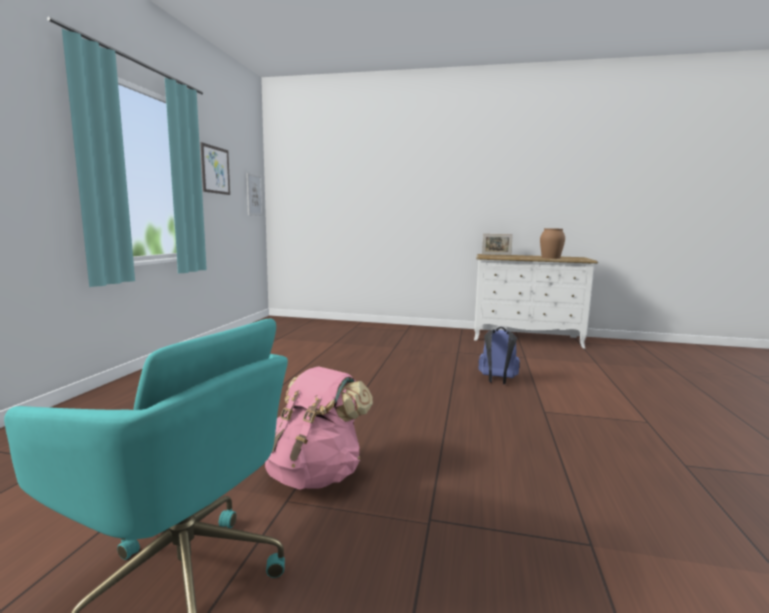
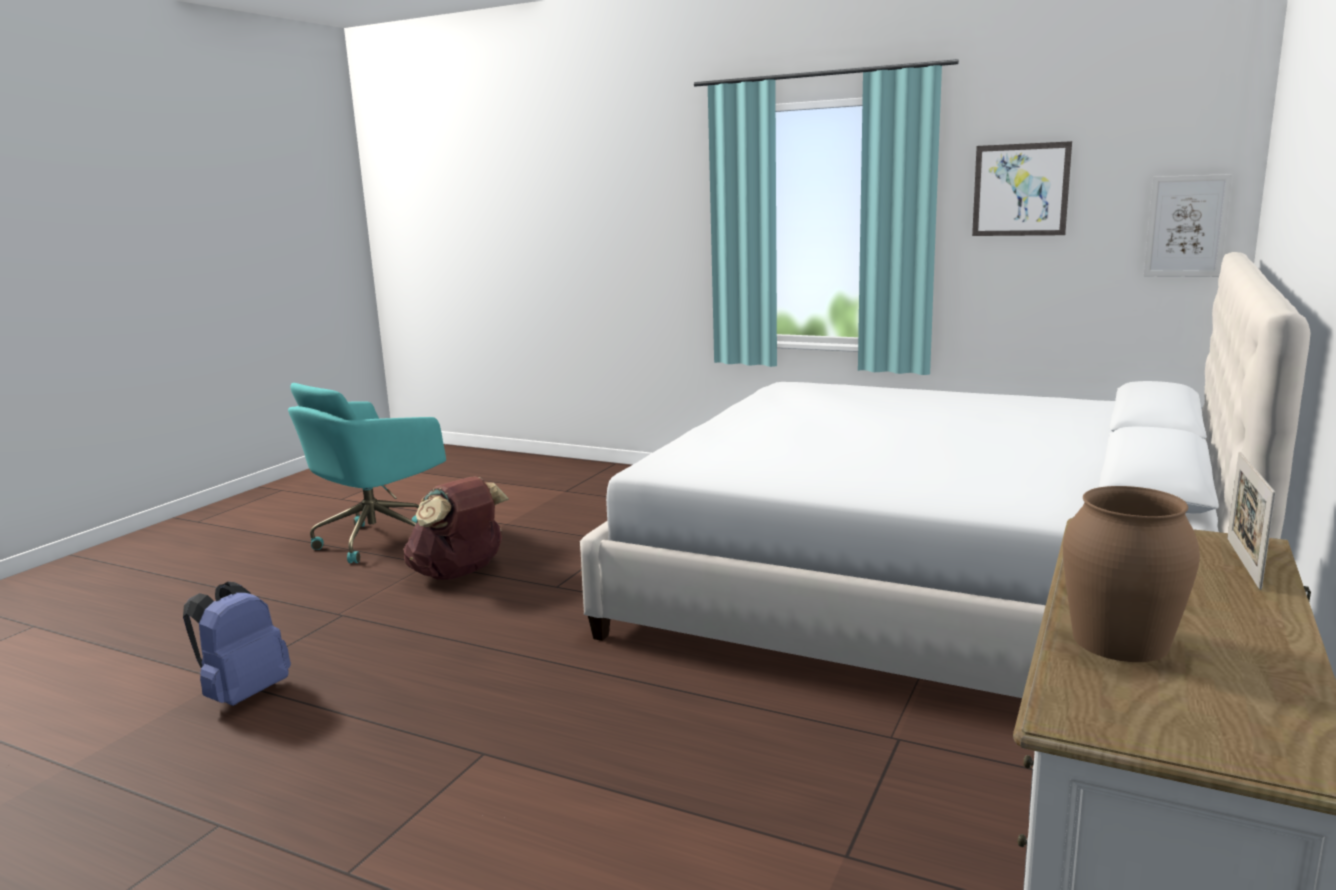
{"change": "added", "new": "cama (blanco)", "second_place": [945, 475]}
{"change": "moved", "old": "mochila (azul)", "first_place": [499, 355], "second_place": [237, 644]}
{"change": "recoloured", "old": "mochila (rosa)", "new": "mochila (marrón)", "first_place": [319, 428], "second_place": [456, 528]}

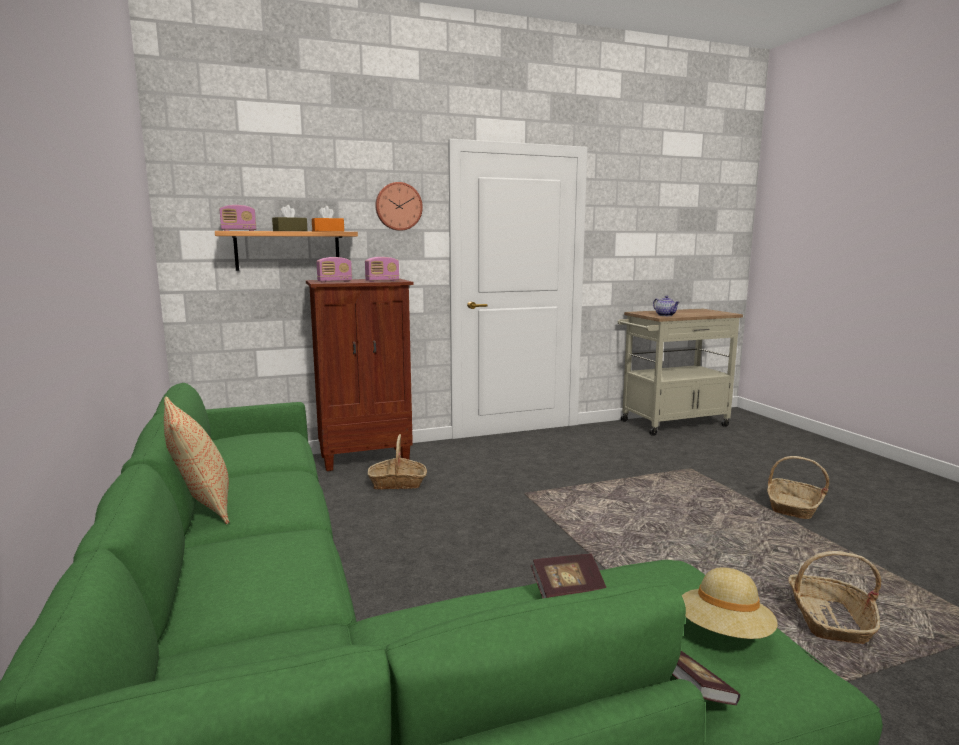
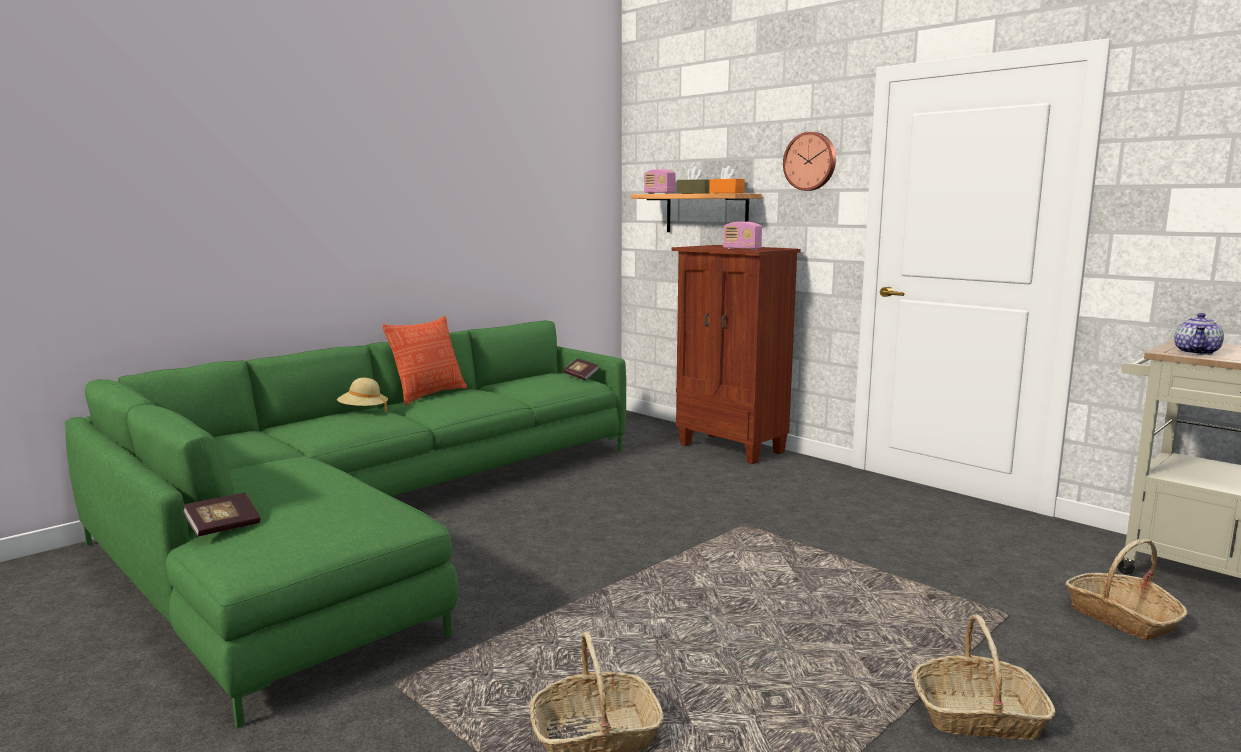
{"change": "removed", "old": "radio", "first_place": [334, 269]}
{"change": "moved", "old": "cesta", "first_place": [397, 462], "second_place": [1126, 589]}
{"change": "moved", "old": "libro", "first_place": [568, 576], "second_place": [581, 369]}
{"change": "moved", "old": "sombrero (beis)", "first_place": [730, 603], "second_place": [362, 395]}
{"change": "recoloured", "old": "cojín (beis)", "new": "cojín (naranja)", "first_place": [196, 460], "second_place": [424, 360]}

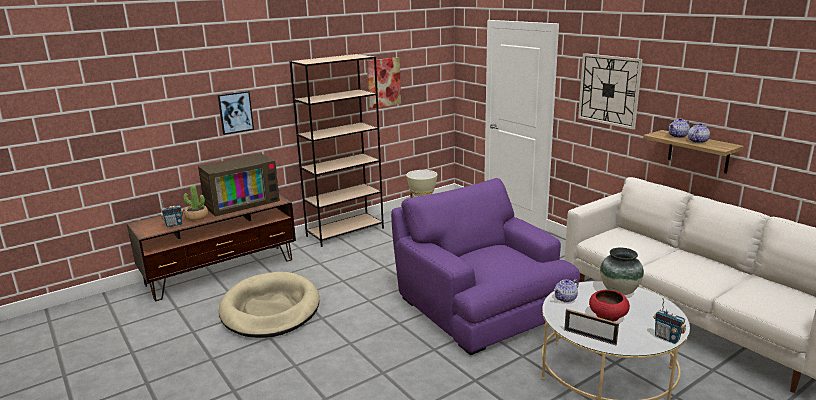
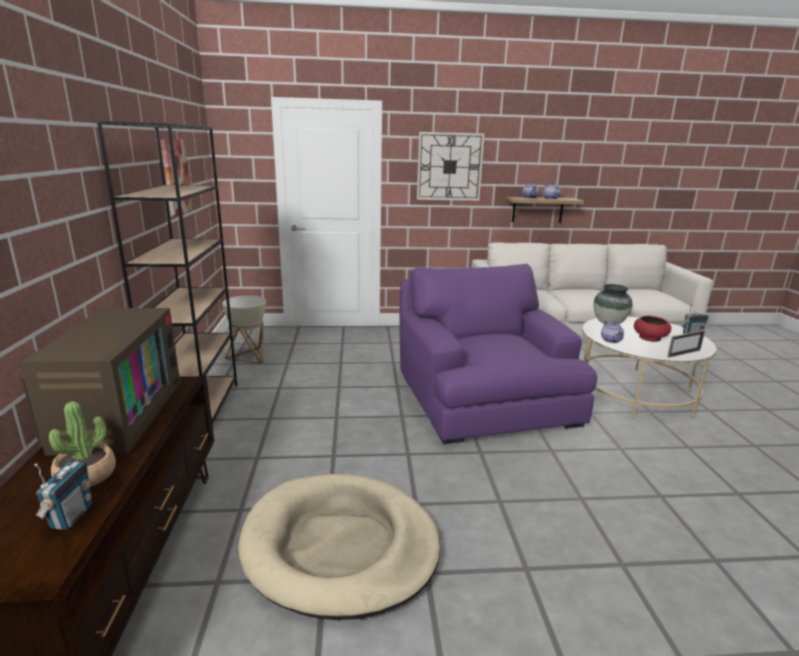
{"change": "removed", "old": "cuadro", "first_place": [236, 113]}
{"change": "turned", "old": "sillón (morado)", "first_place": [485, 266], "second_place": [498, 354], "degrees": 75}

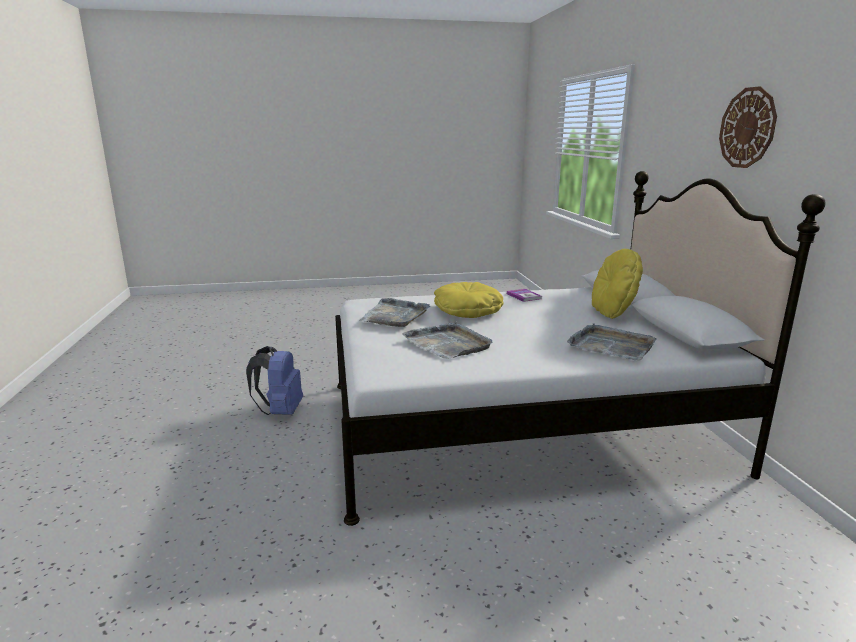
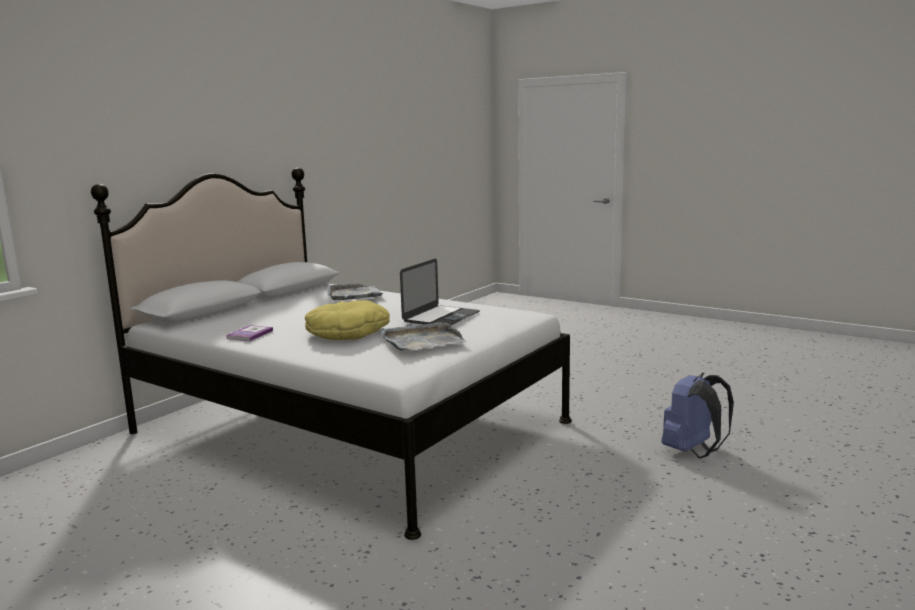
{"change": "removed", "old": "cojín (amarillo)", "first_place": [617, 284]}
{"change": "removed", "old": "reloj de pared", "first_place": [748, 127]}
{"change": "moved", "old": "mochila (azul)", "first_place": [274, 380], "second_place": [697, 415]}
{"change": "replaced", "old": "bandeja (gris)", "new": "portátil", "first_place": [447, 340], "second_place": [440, 292]}

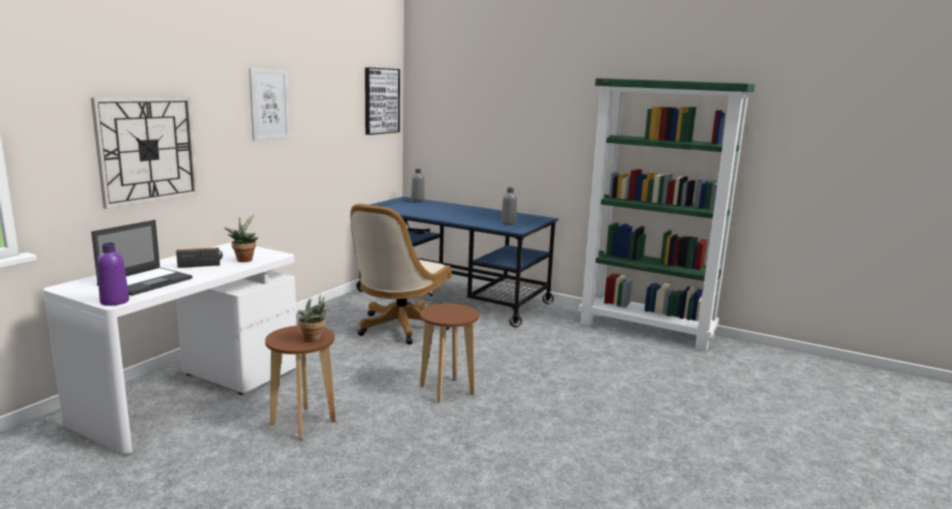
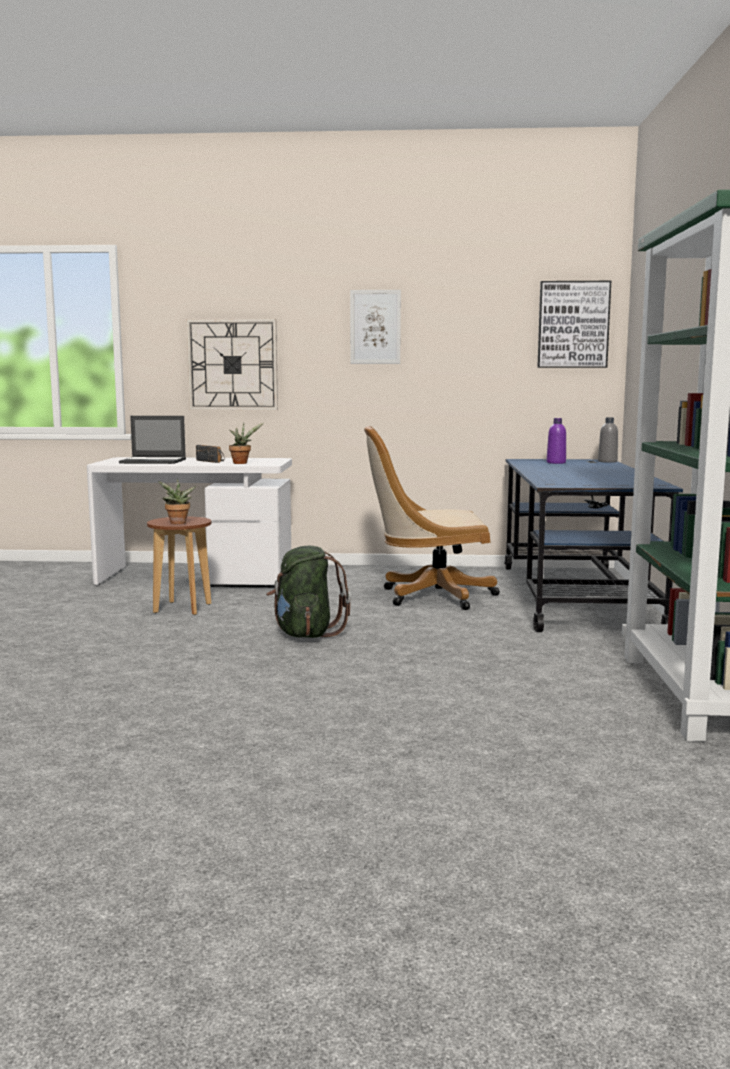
{"change": "removed", "old": "botella (gris)", "first_place": [509, 206]}
{"change": "moved", "old": "botella (morado)", "first_place": [113, 274], "second_place": [556, 441]}
{"change": "replaced", "old": "taburete (marrón)", "new": "mochila (verde)", "first_place": [449, 353], "second_place": [308, 592]}

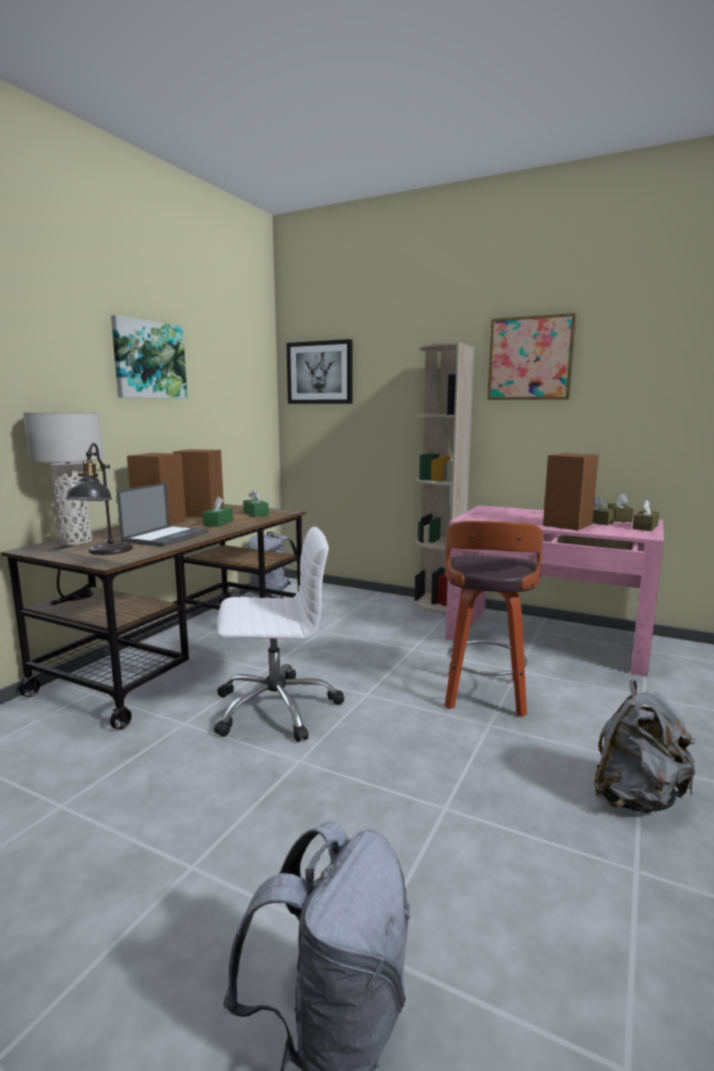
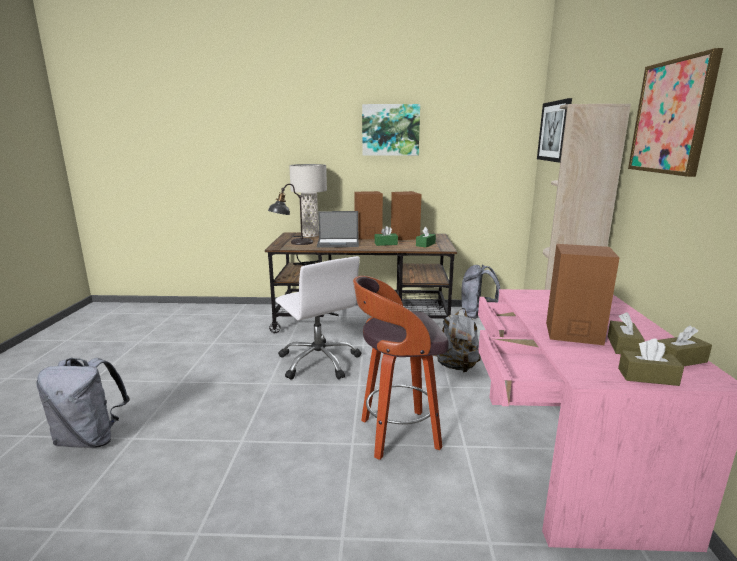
{"change": "moved", "old": "mochila (gris)", "first_place": [645, 746], "second_place": [457, 340]}

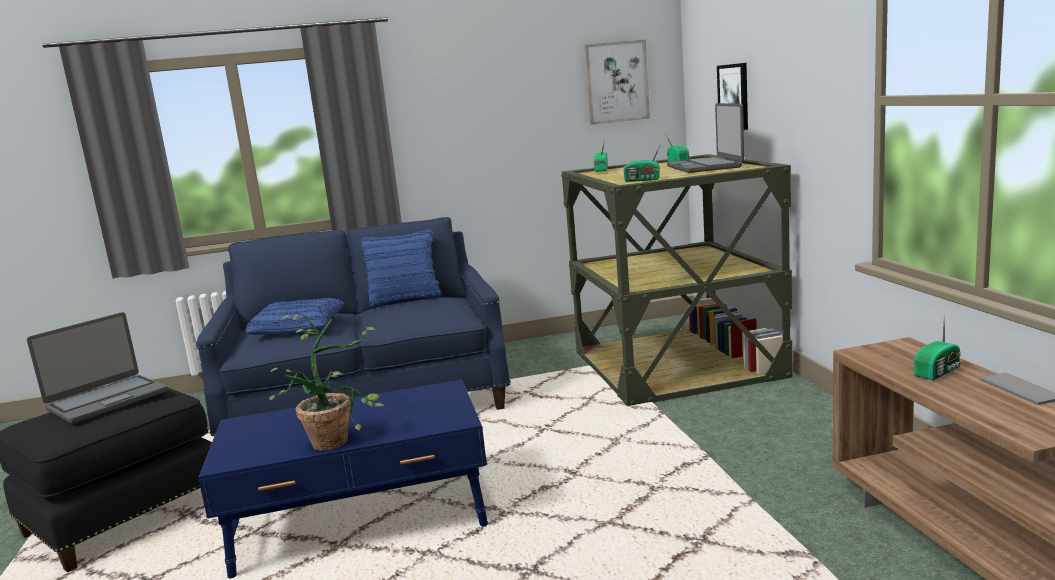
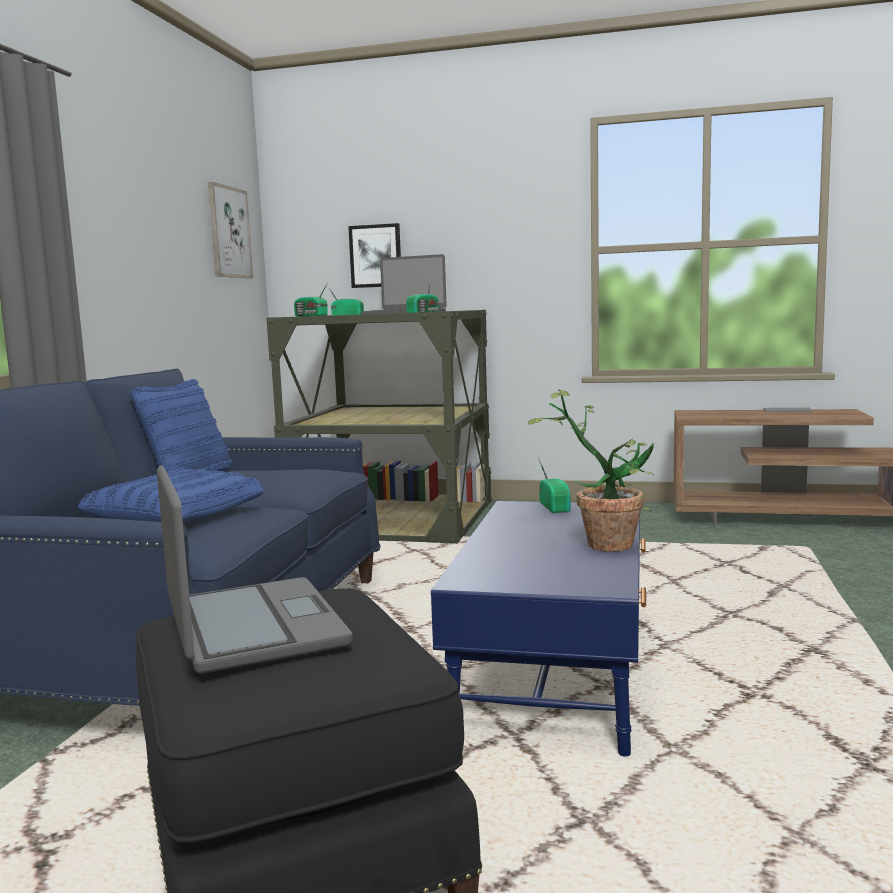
{"change": "moved", "old": "radio", "first_place": [937, 347], "second_place": [554, 484]}

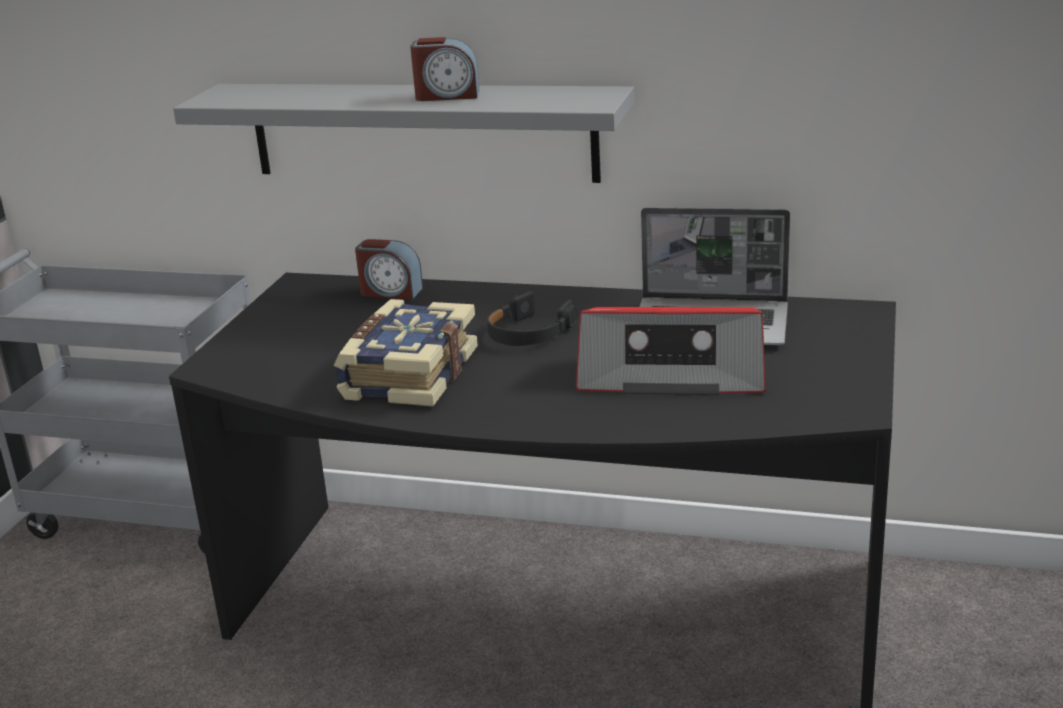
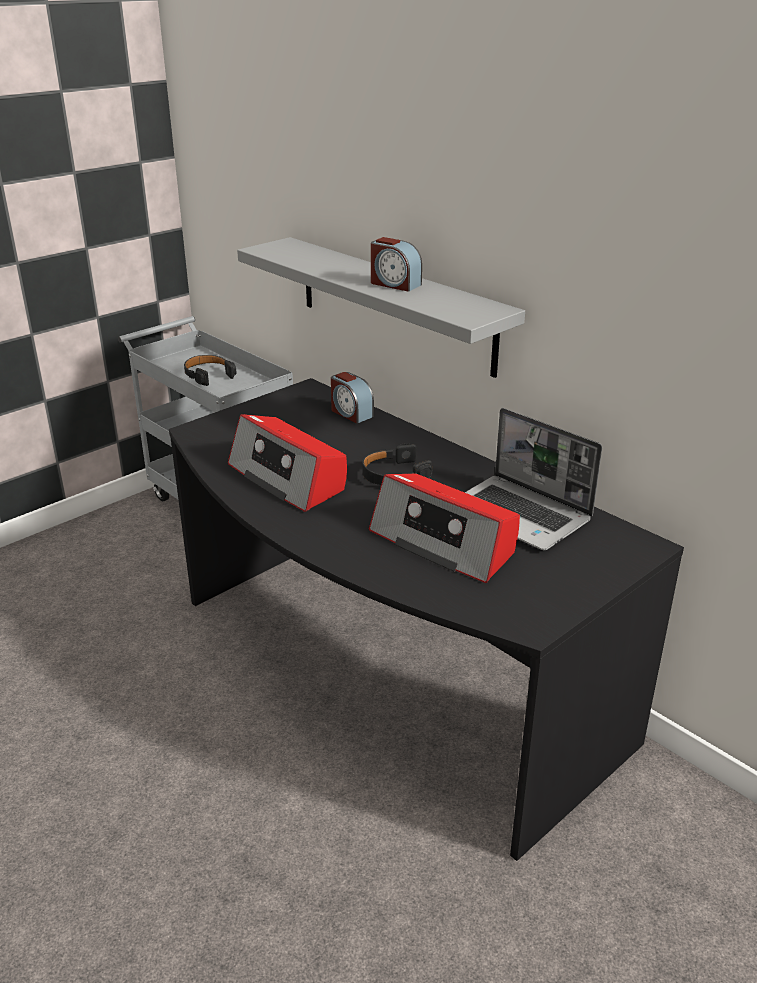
{"change": "added", "new": "auriculares (negro)", "second_place": [210, 370]}
{"change": "replaced", "old": "libro", "new": "radio", "first_place": [406, 353], "second_place": [287, 463]}

